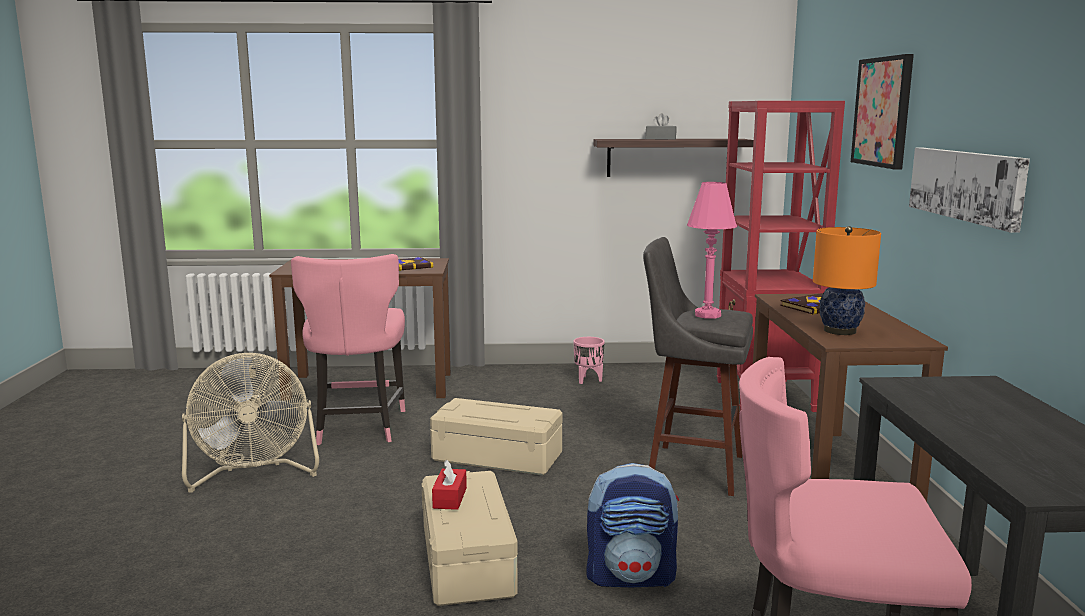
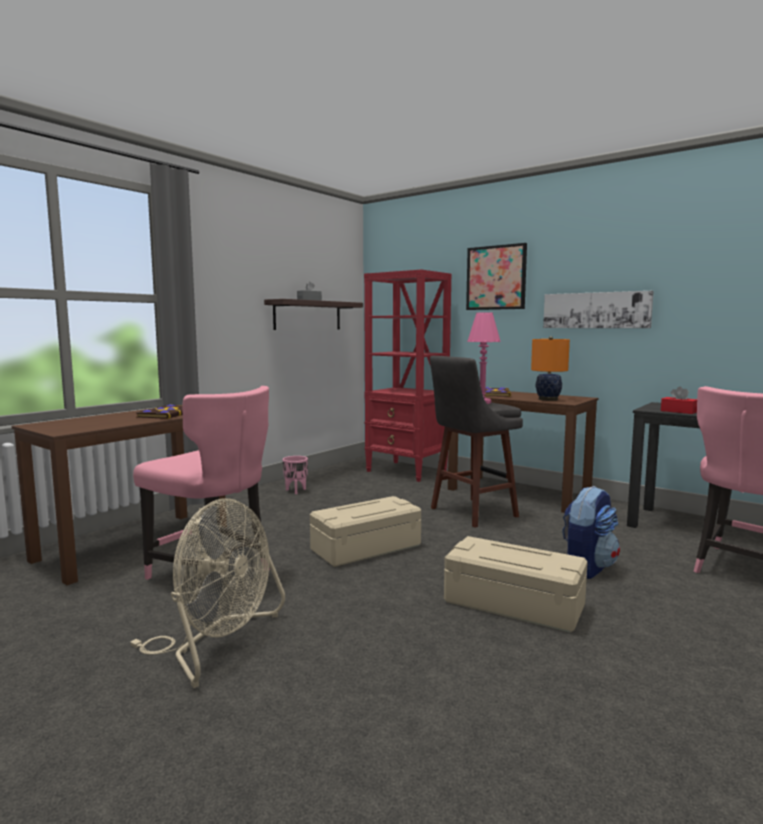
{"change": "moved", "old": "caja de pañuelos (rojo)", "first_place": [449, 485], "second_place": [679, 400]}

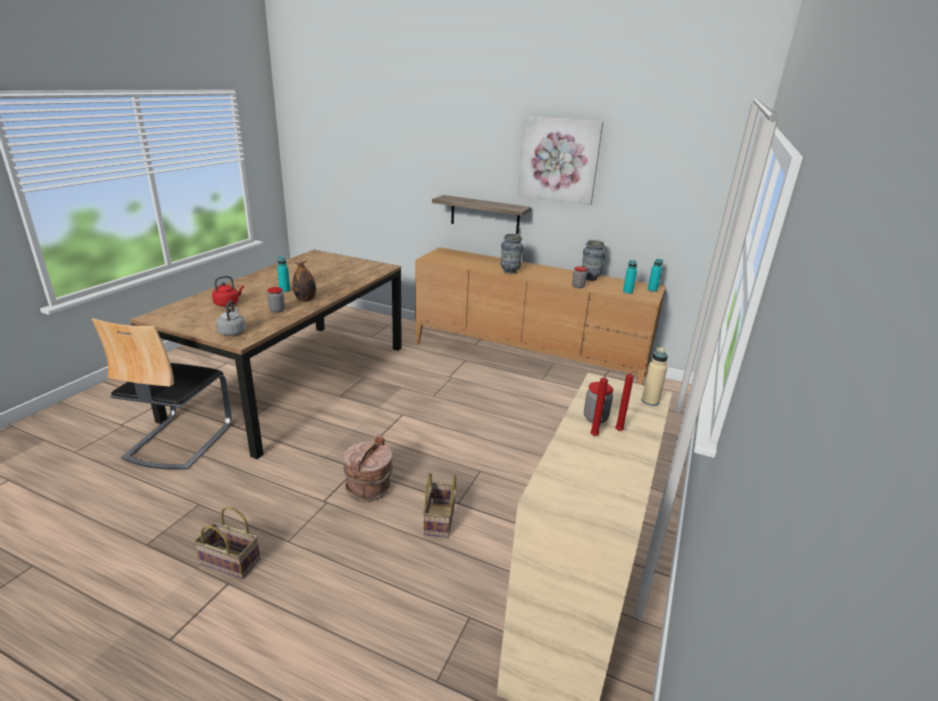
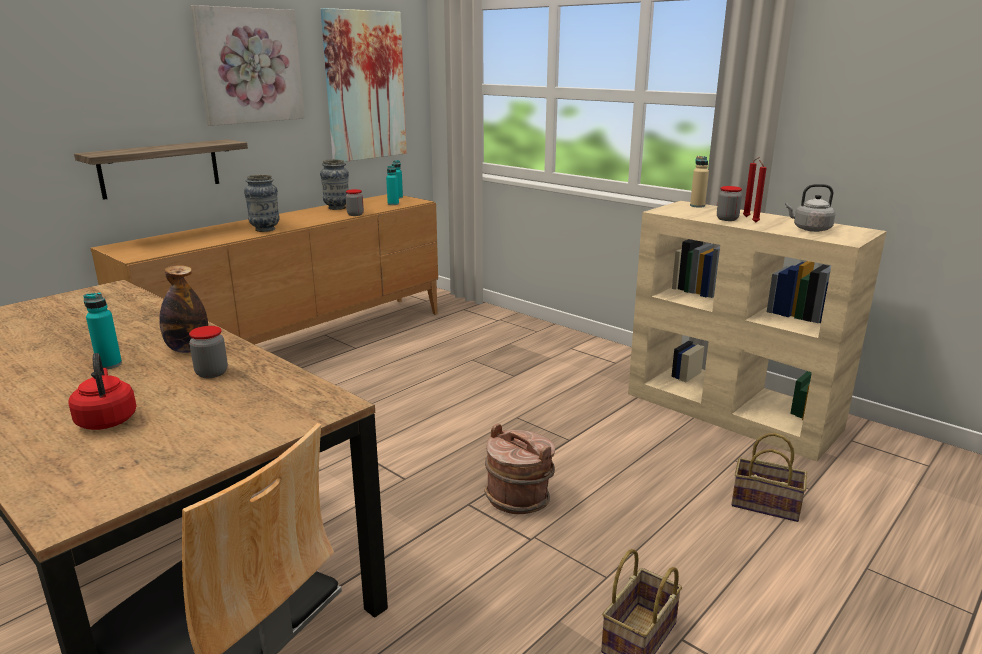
{"change": "added", "new": "cuadro", "second_place": [364, 85]}
{"change": "moved", "old": "hervidor (gris)", "first_place": [231, 318], "second_place": [810, 208]}
{"change": "moved", "old": "cesta", "first_place": [439, 505], "second_place": [769, 477]}

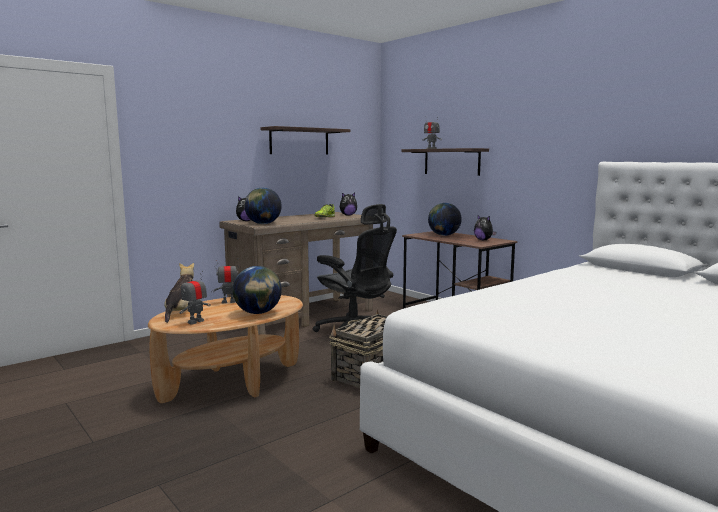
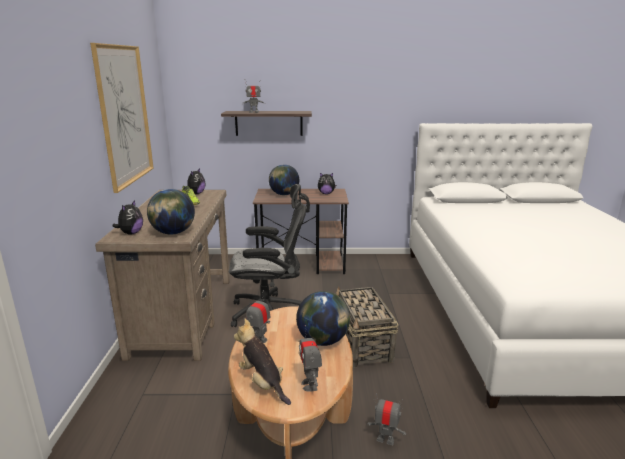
{"change": "added", "new": "robot de juguete", "second_place": [386, 419]}
{"change": "replaced", "old": "estante", "new": "cuadro", "first_place": [305, 140], "second_place": [122, 118]}

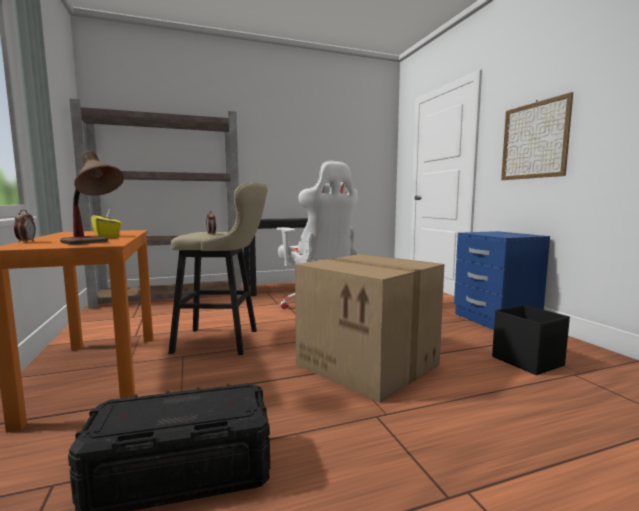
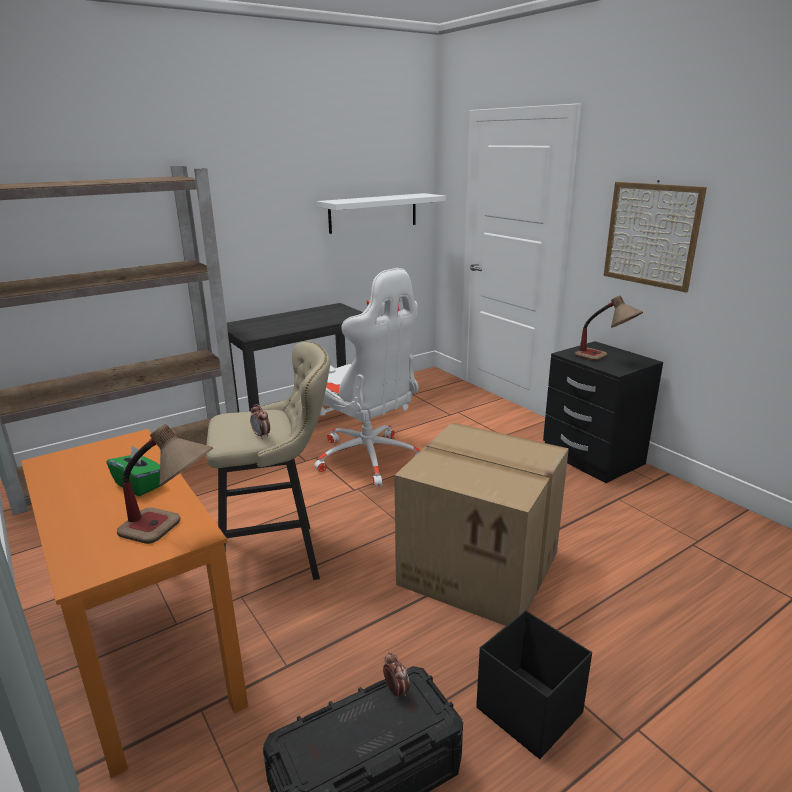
{"change": "added", "new": "estante (blanco)", "second_place": [381, 213]}
{"change": "added", "new": "lámpara de mesa", "second_place": [609, 328]}
{"change": "moved", "old": "despertador", "first_place": [25, 226], "second_place": [396, 675]}
{"change": "moved", "old": "caja de almacenaje (negro)", "first_place": [531, 340], "second_place": [534, 684]}
{"change": "recoloured", "old": "caja de pañuelos (amarillo)", "new": "caja de pañuelos (verde)", "first_place": [106, 223], "second_place": [133, 470]}
{"change": "recoloured", "old": "mesita de noche (azul)", "new": "mesita de noche (negro)", "first_place": [502, 280], "second_place": [603, 412]}

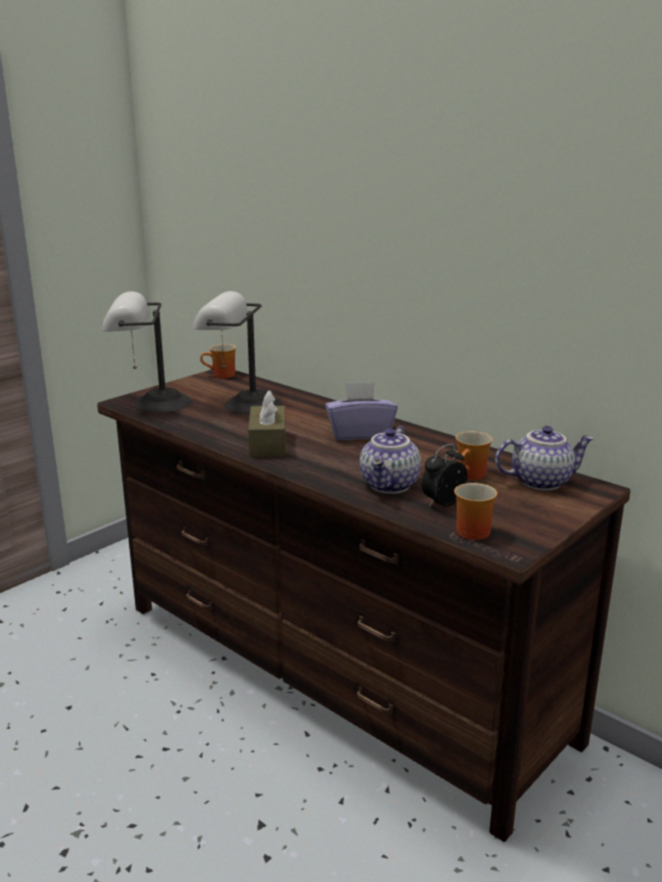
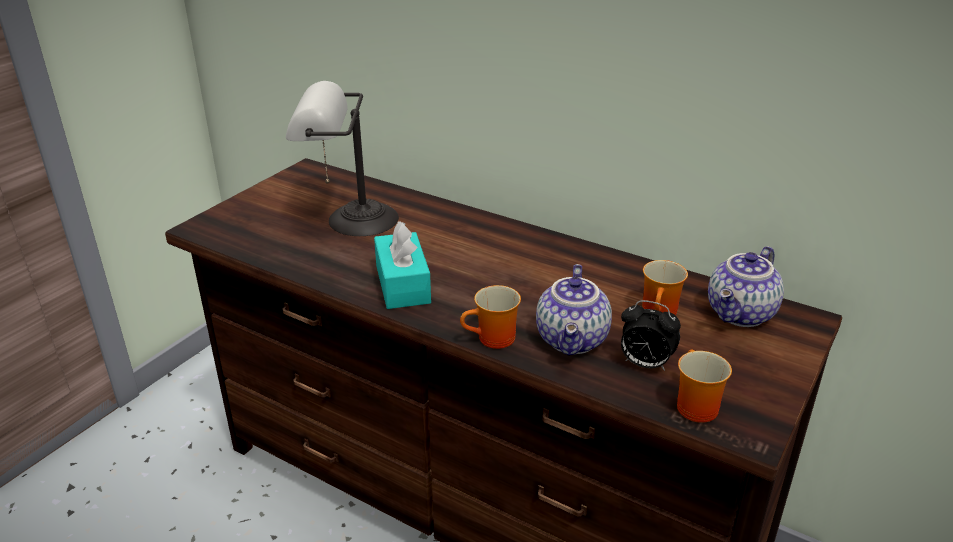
{"change": "removed", "old": "lámpara de mesa", "first_place": [147, 352]}
{"change": "removed", "old": "caja de pañuelos (morado)", "first_place": [361, 411]}
{"change": "moved", "old": "taza grande", "first_place": [218, 361], "second_place": [490, 317]}
{"change": "recoloured", "old": "caja de pañuelos (marrón)", "new": "caja de pañuelos (turquesa)", "first_place": [267, 423], "second_place": [402, 265]}
{"change": "turned", "old": "despertador", "first_place": [444, 476], "second_place": [651, 335], "degrees": -105}
{"change": "turned", "old": "tetera", "first_place": [544, 458], "second_place": [746, 286], "degrees": 150}

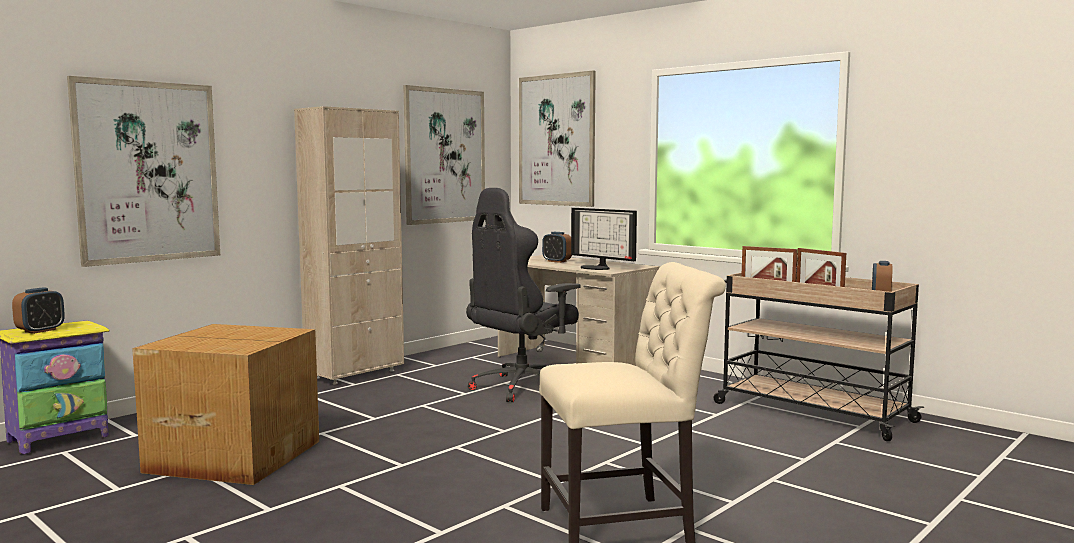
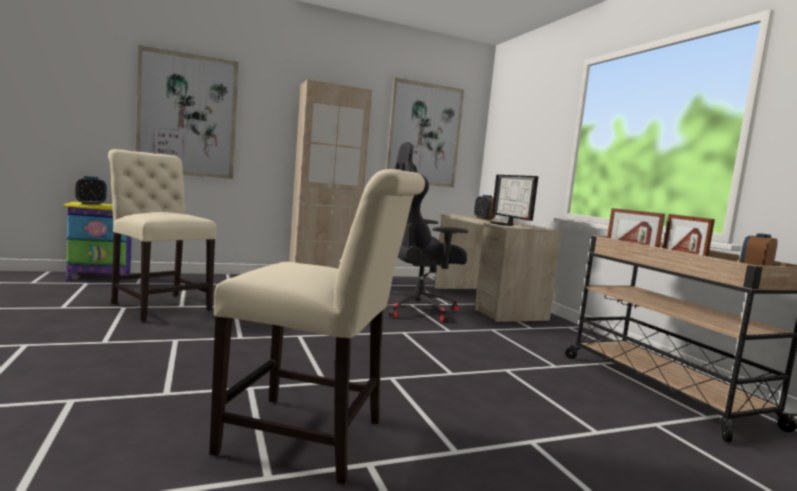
{"change": "removed", "old": "cuadro", "first_place": [557, 139]}
{"change": "replaced", "old": "caja de cartón", "new": "silla (beis)", "first_place": [225, 404], "second_place": [162, 235]}

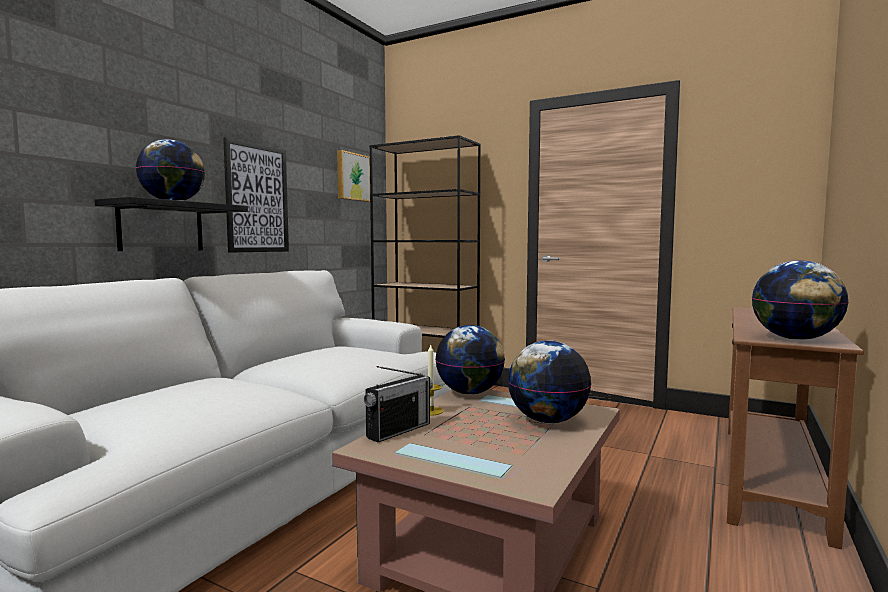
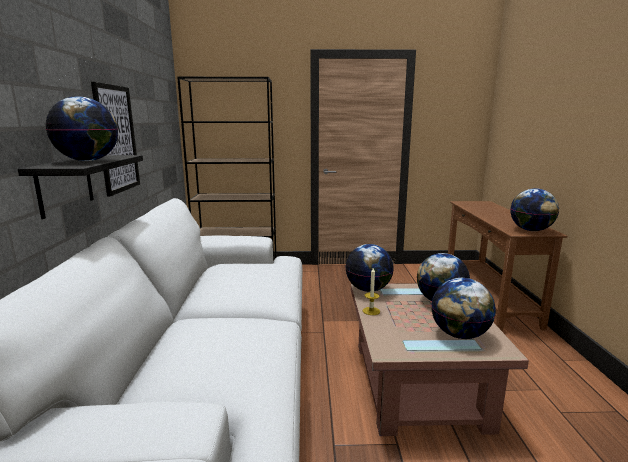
{"change": "removed", "old": "cuadro", "first_place": [353, 176]}
{"change": "removed", "old": "radio", "first_place": [398, 404]}
{"change": "added", "new": "globo terráqueo", "second_place": [463, 308]}

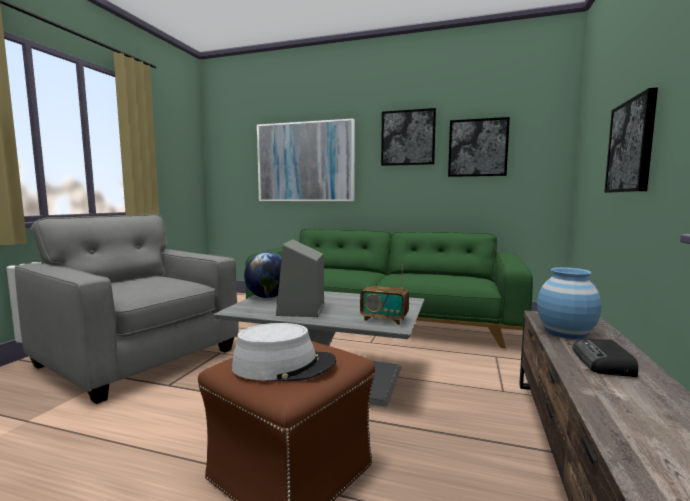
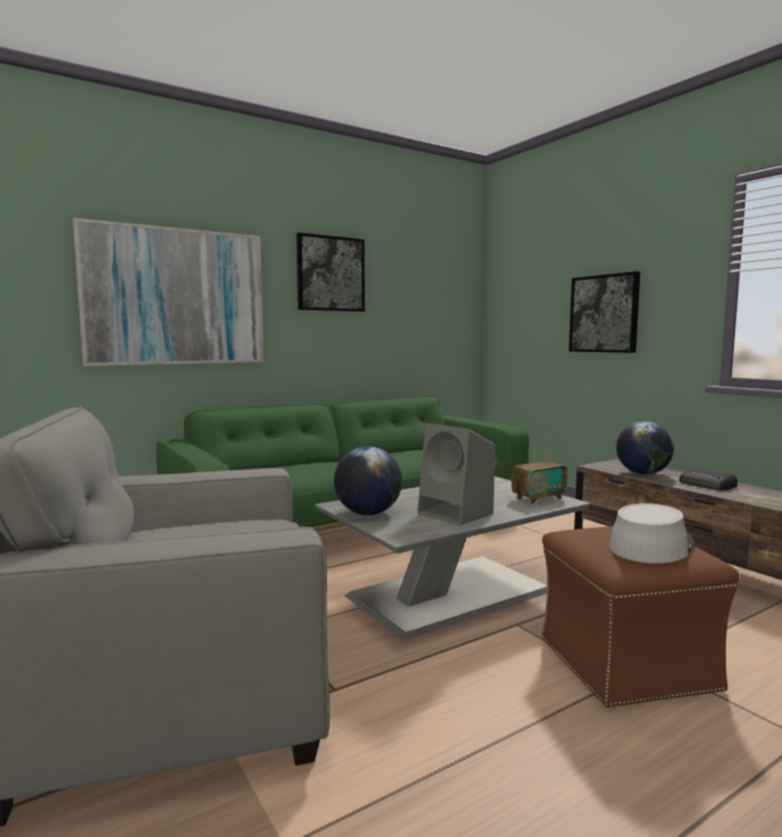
{"change": "removed", "old": "cuadro", "first_place": [479, 147]}
{"change": "replaced", "old": "florero (azul)", "new": "globo terráqueo", "first_place": [569, 303], "second_place": [645, 448]}

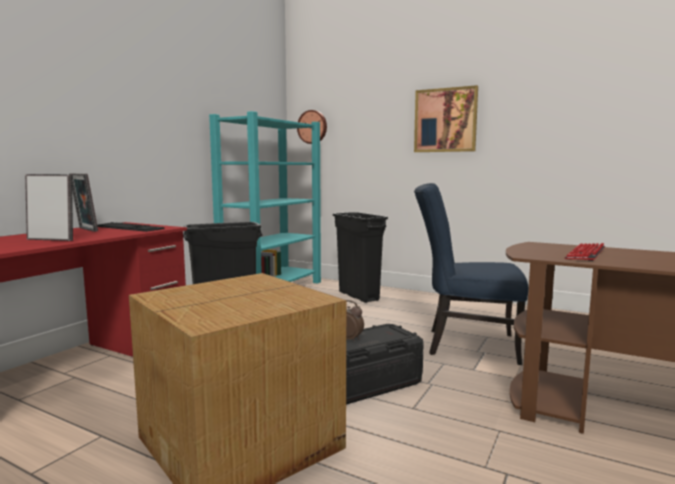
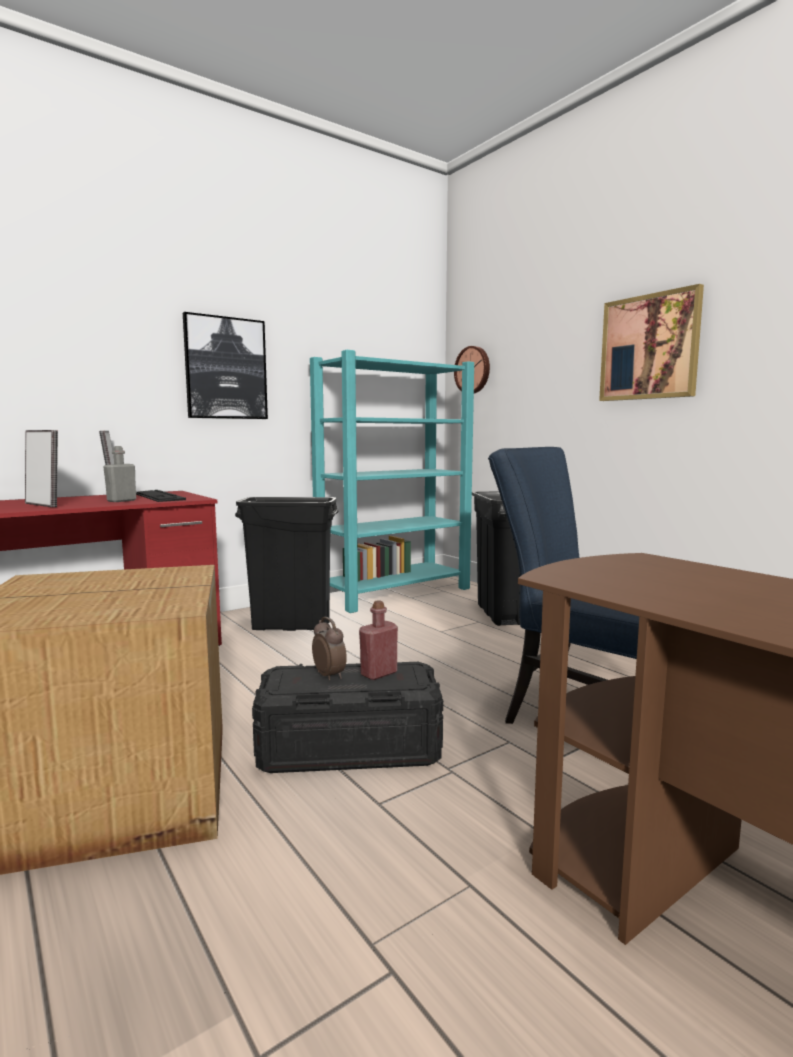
{"change": "removed", "old": "teclado", "first_place": [585, 252]}
{"change": "added", "new": "botella (gris)", "second_place": [119, 474]}
{"change": "added", "new": "cuadro", "second_place": [225, 365]}
{"change": "added", "new": "botella (rojo)", "second_place": [378, 640]}

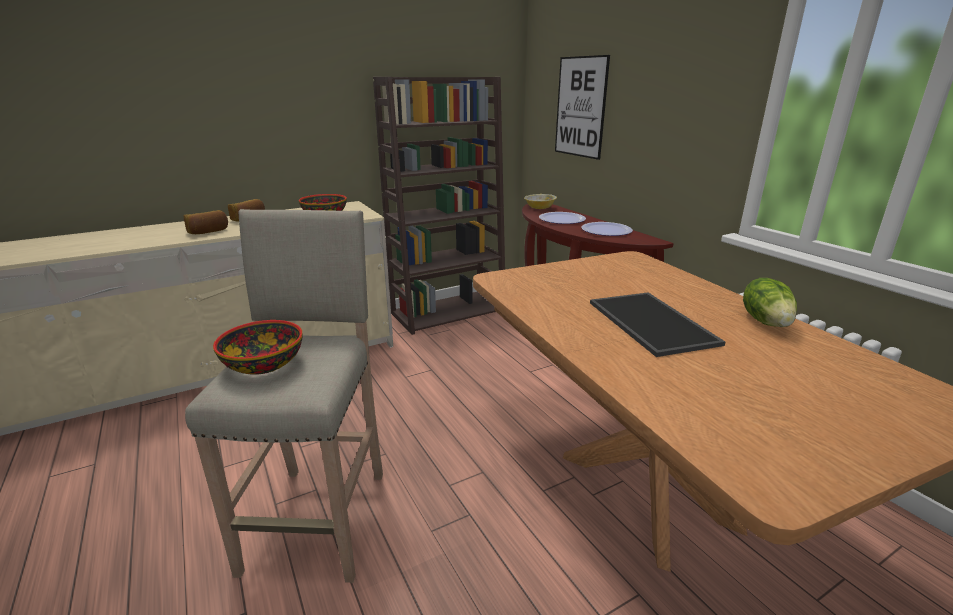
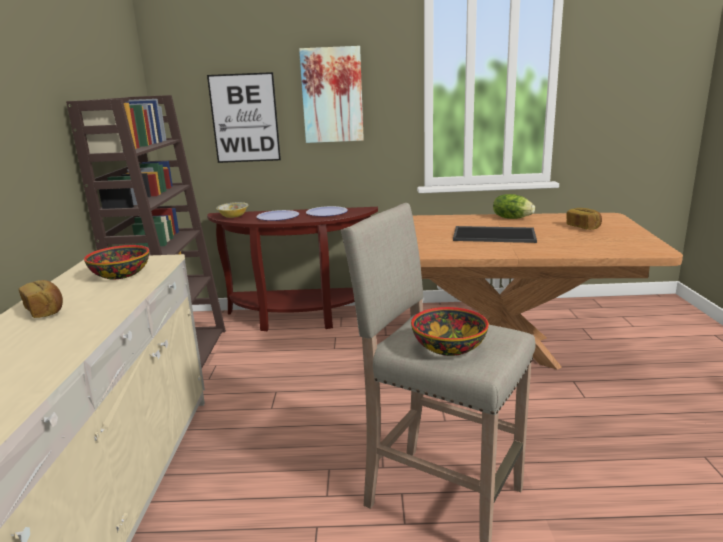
{"change": "added", "new": "cuadro", "second_place": [331, 94]}
{"change": "moved", "old": "pan", "first_place": [205, 222], "second_place": [584, 219]}

